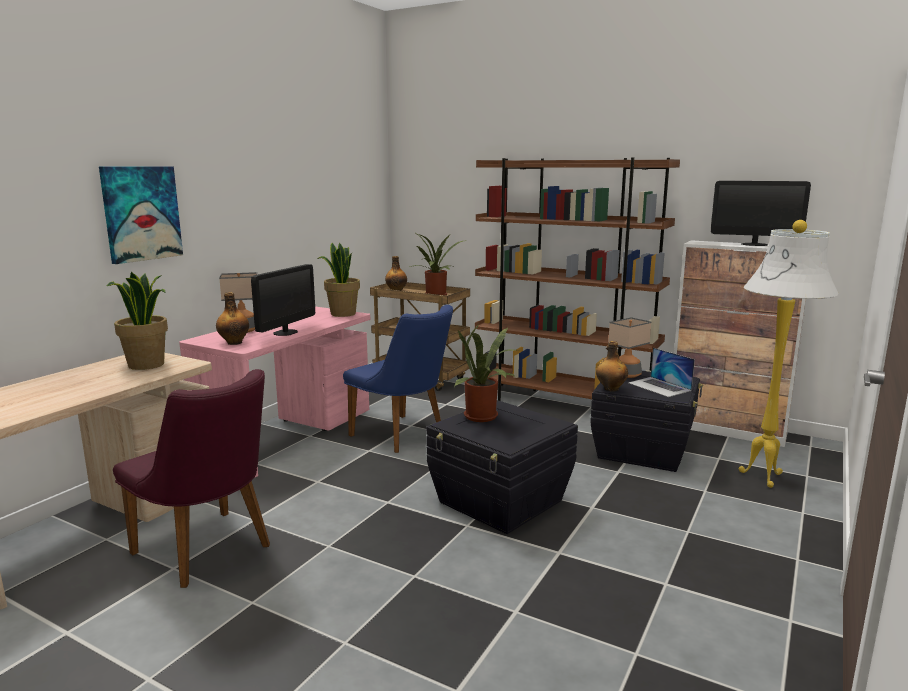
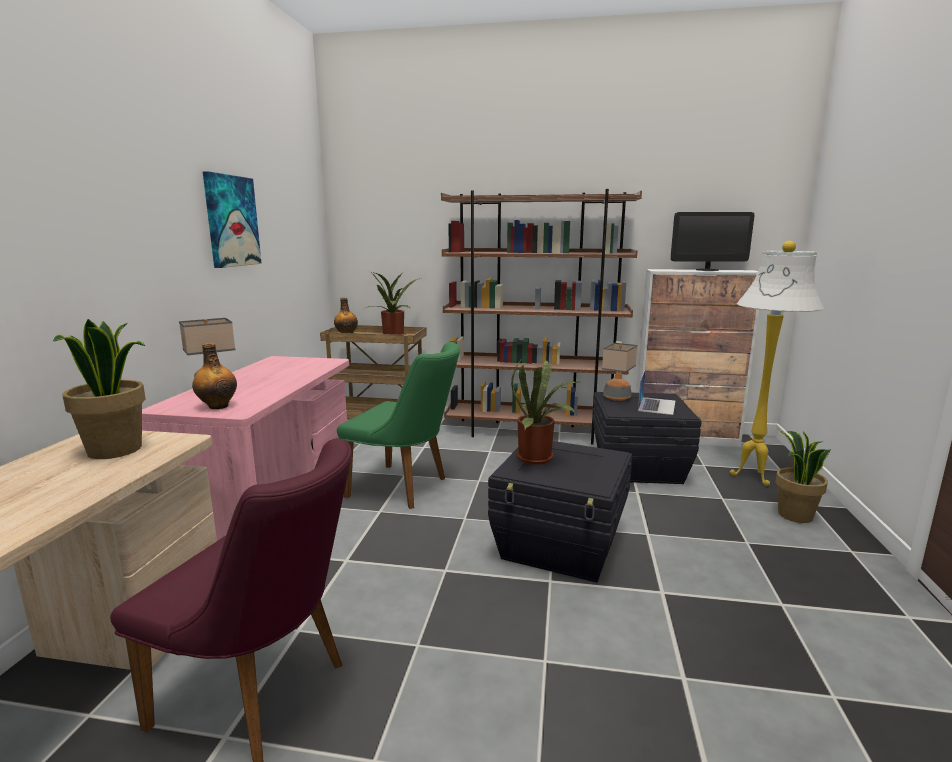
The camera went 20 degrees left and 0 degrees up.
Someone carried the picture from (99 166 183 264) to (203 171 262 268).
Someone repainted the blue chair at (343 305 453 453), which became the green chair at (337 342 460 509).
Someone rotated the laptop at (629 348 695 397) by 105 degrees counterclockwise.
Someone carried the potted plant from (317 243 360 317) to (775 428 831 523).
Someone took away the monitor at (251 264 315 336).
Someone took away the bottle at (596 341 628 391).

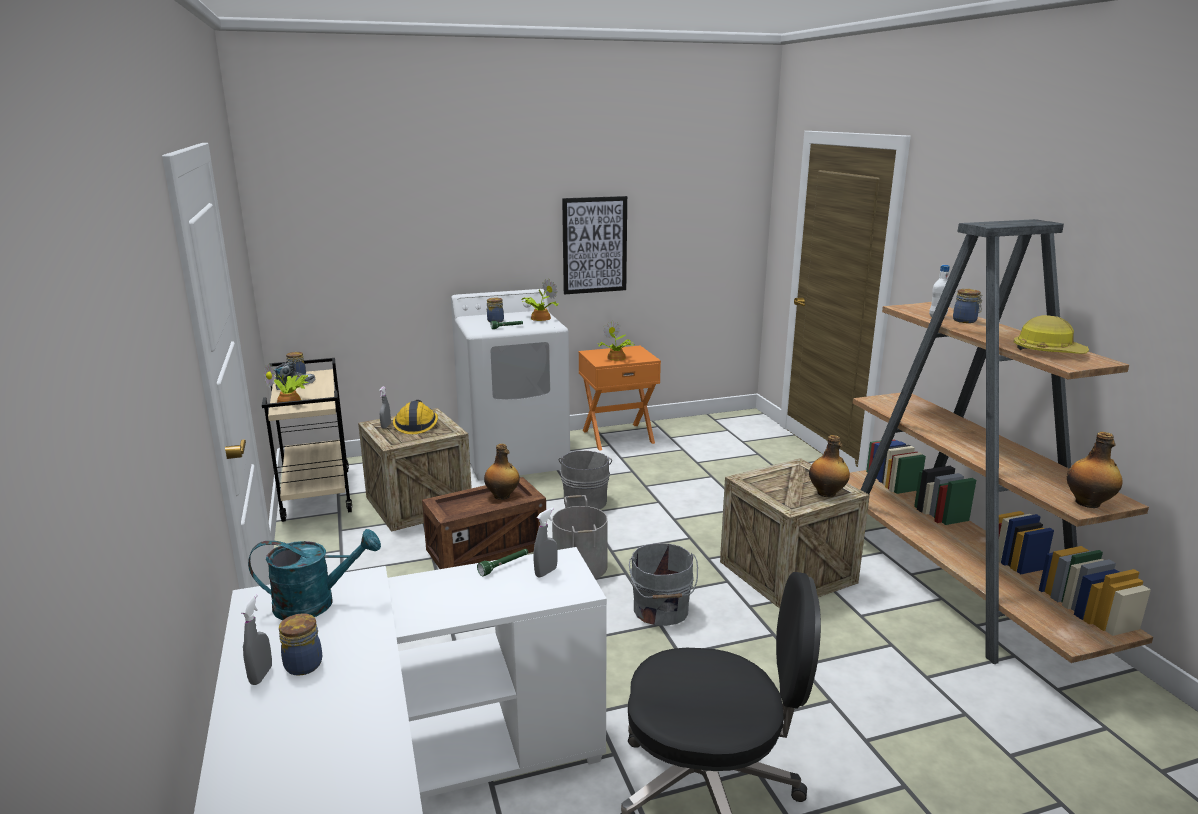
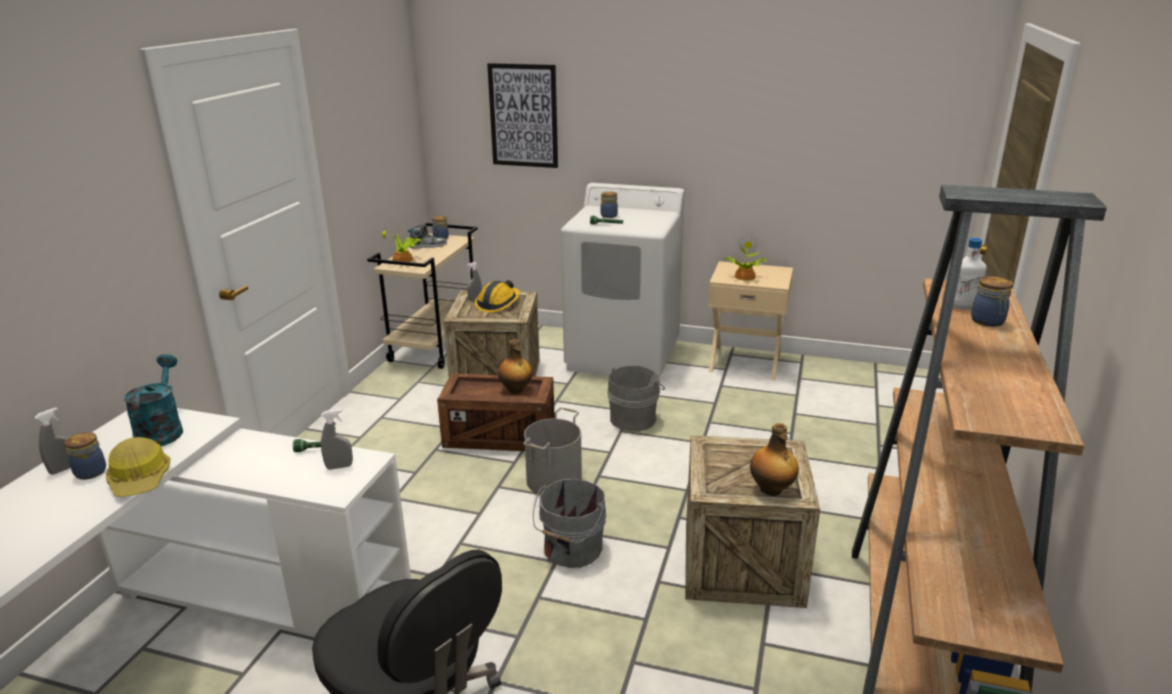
The camera went 35 degrees right and 5 degrees up.
Someone carried the hard hat from (1014 315 1089 354) to (106 437 170 497).
Someone rotated the turquoise watering can at (248 529 381 620) by 120 degrees counterclockwise.
Someone carried the picture from (562 196 627 295) to (487 63 558 168).
Someone repainted the orange nightstand at (579 345 661 451), which became the beige nightstand at (708 261 793 380).
Someone took away the potted plant at (522 279 558 321).
Someone took away the bottle at (1067 432 1123 508).

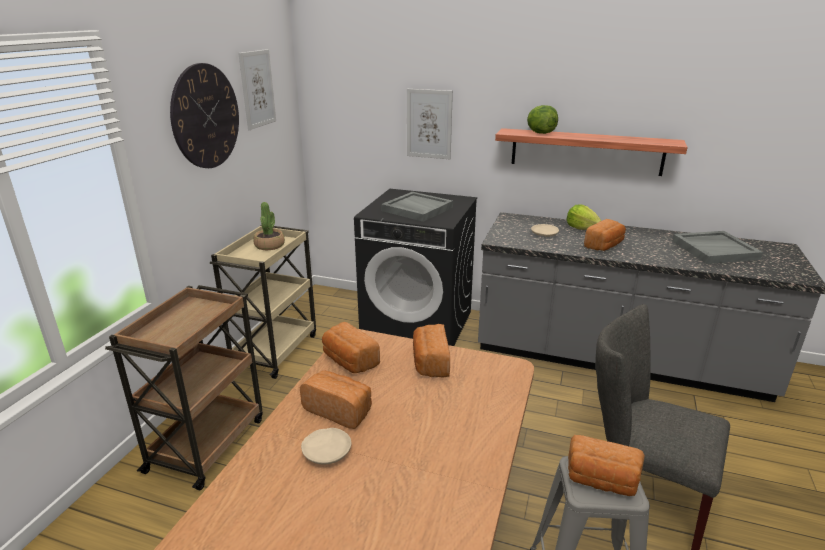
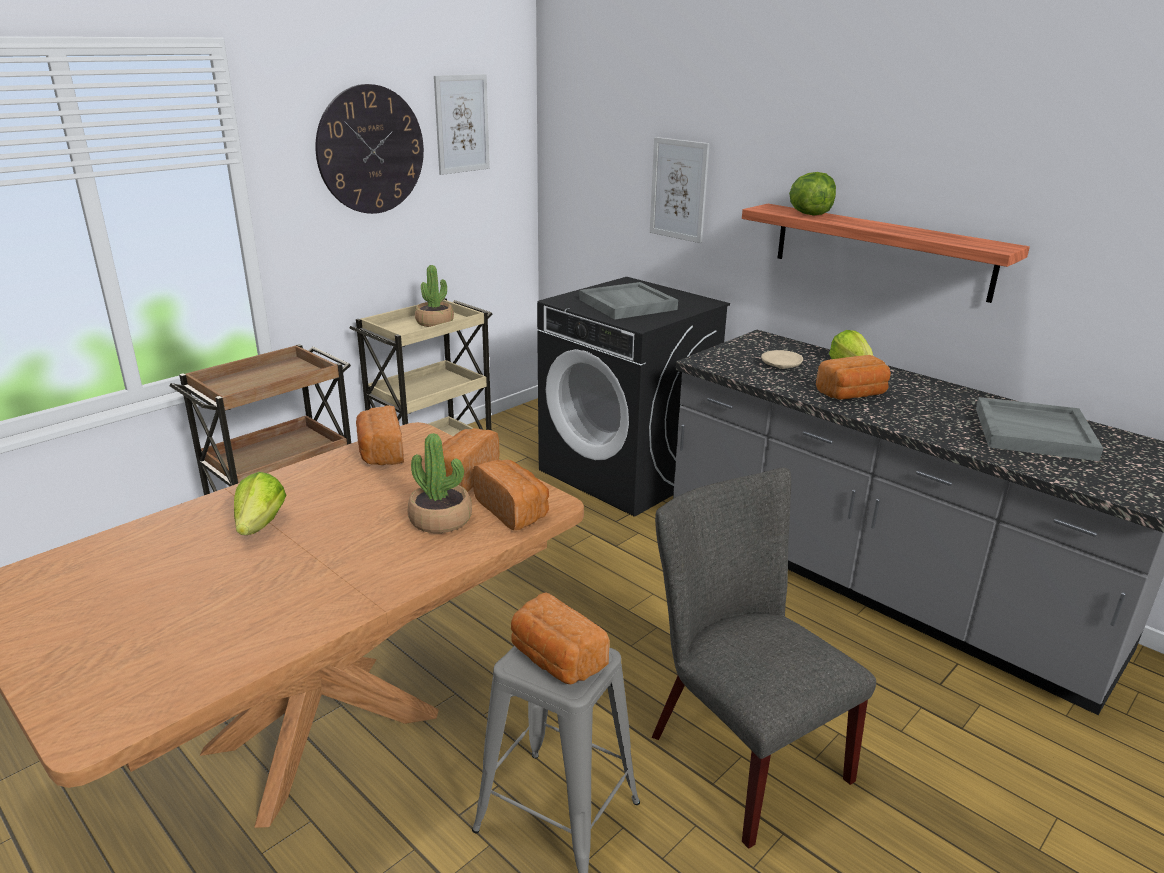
The camera went 25 degrees right and 0 degrees up.
Someone swapped the beige plate at (301 428 352 465) for the lettuce at (234 472 286 535).
Someone put down the potted plant at (408 433 472 533).
Someone carried the bread from (300 371 372 429) to (473 460 549 530).

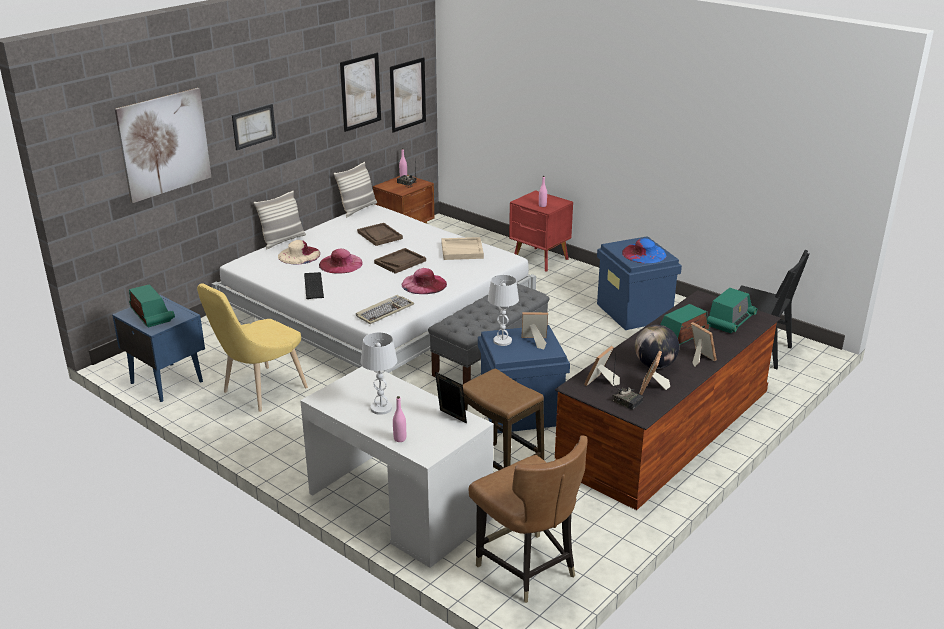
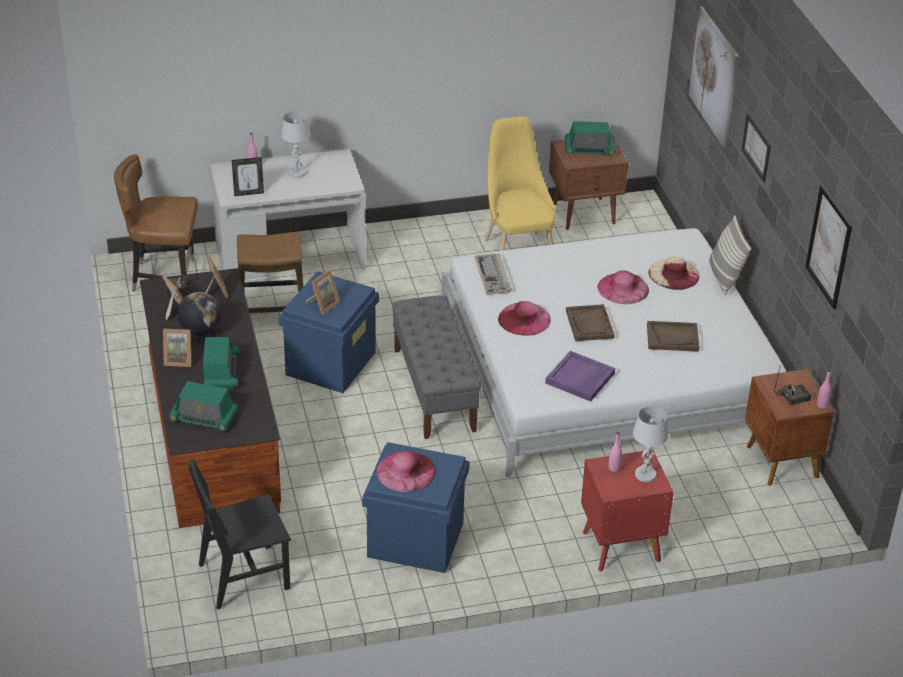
The camera went 125 degrees right and 10 degrees up.
Someone rotated the radio at (708 288 757 333) by 60 degrees counterclockwise.
Someone repainted the blue hat at (622 238 667 263), which became the pink hat at (377 451 436 492).
Someone repainted the beige tray at (441 237 484 260), which became the purple tray at (545 351 615 402).
Someone repainted the blue nightstand at (112 295 205 402), which became the brown nightstand at (549 134 629 230).
Someone carried the white table lamp from (488 275 519 346) to (633 406 669 482).
Someone took away the keyboard at (304 272 324 299).
Someone took away the pillow at (334 162 377 217).
Someone took away the picture at (390 57 426 133).

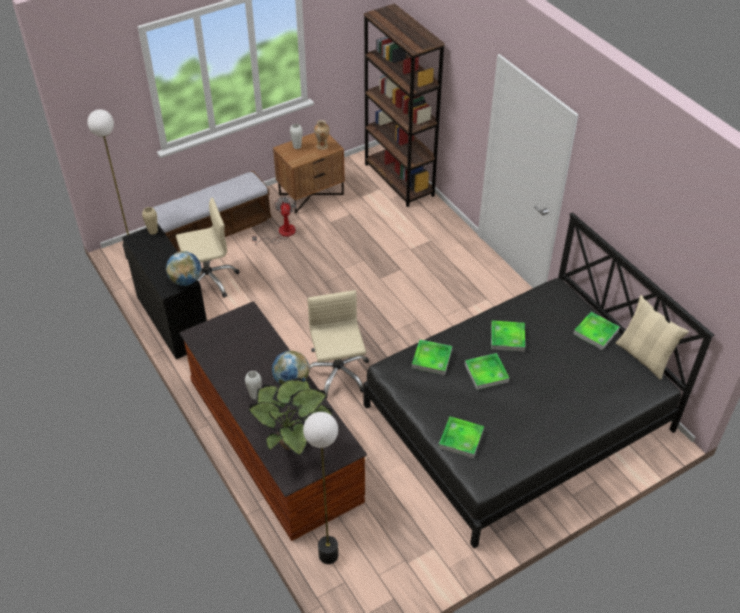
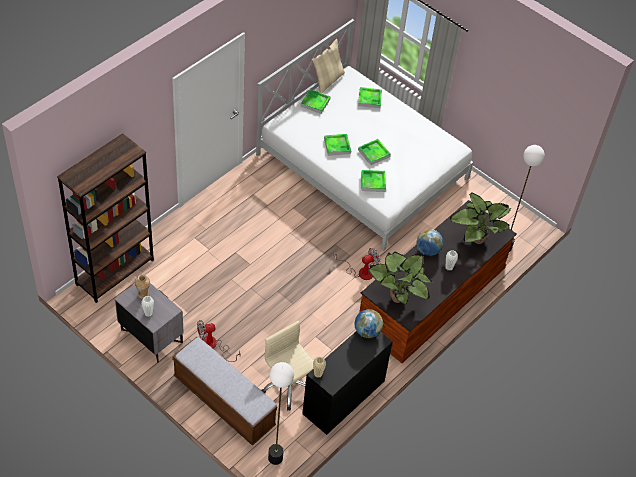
The camera went 110 degrees left and 5 degrees up.
Someone repainted the brown nightstand at (273 133 345 214), which became the grey nightstand at (115 283 184 363).
Someone repainted the black bed at (363 212 715 548), which became the white bed at (256 19 473 251).
Someone swapped the beige office chair at (307 290 369 399) for the fan at (333 248 380 280).
Someone carried the tray from (439 416 484 458) to (358 87 382 108).
Someone put down the potted plant at (368 252 432 304).

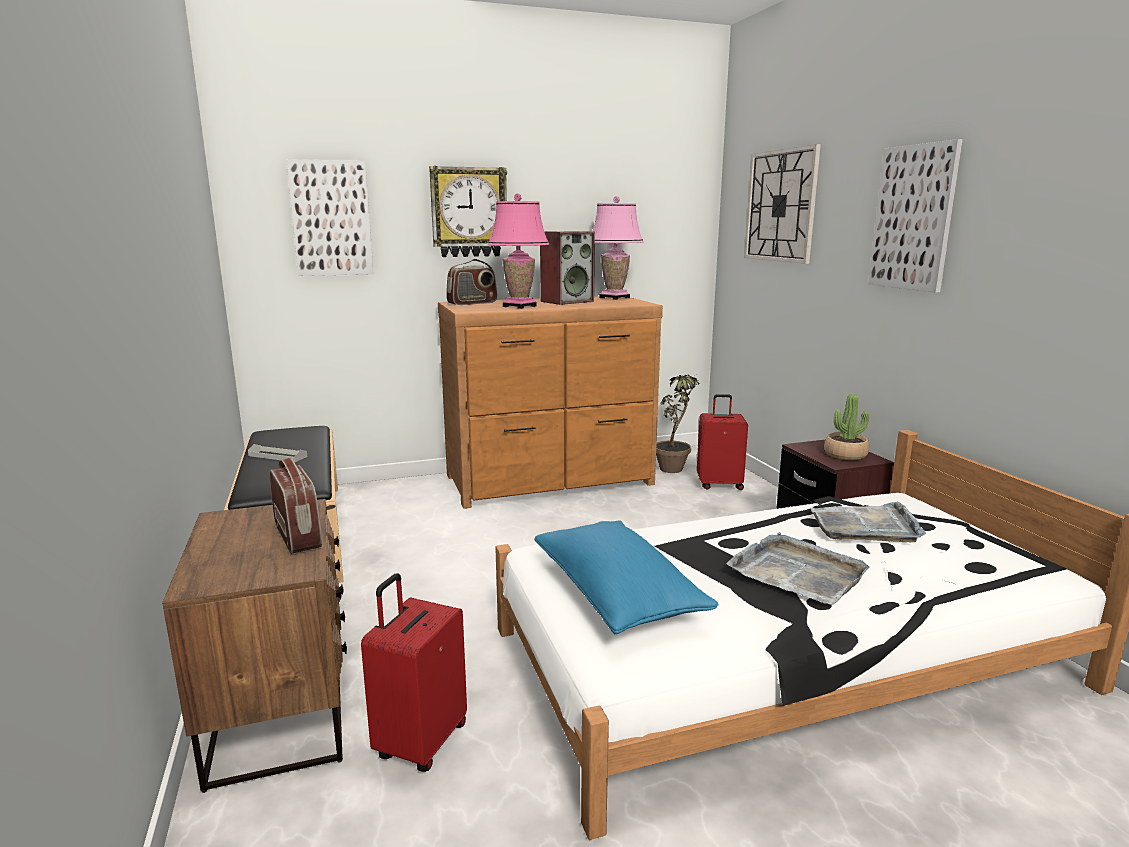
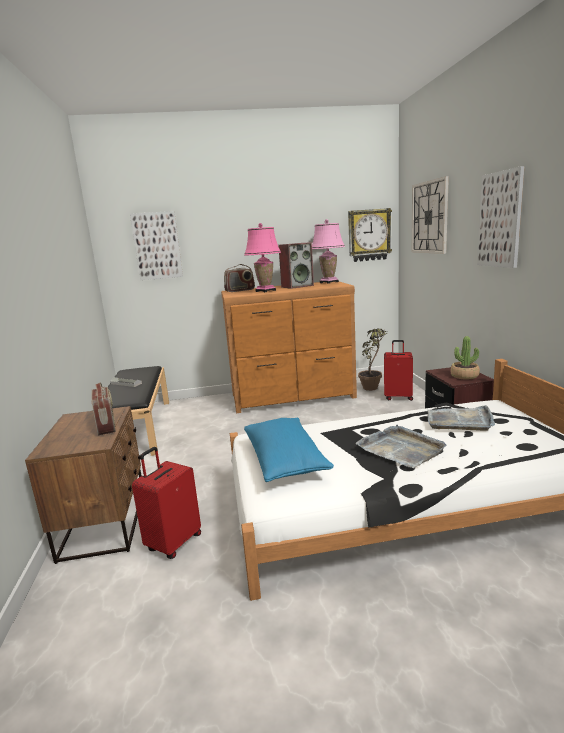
The camera went 10 degrees right and 0 degrees up.
Someone carried the wall clock from (429 166 507 257) to (348 208 392 262).

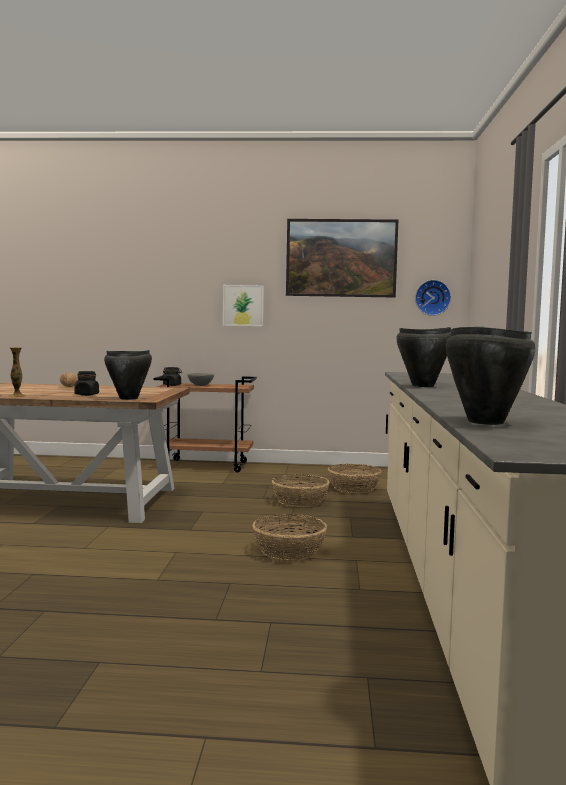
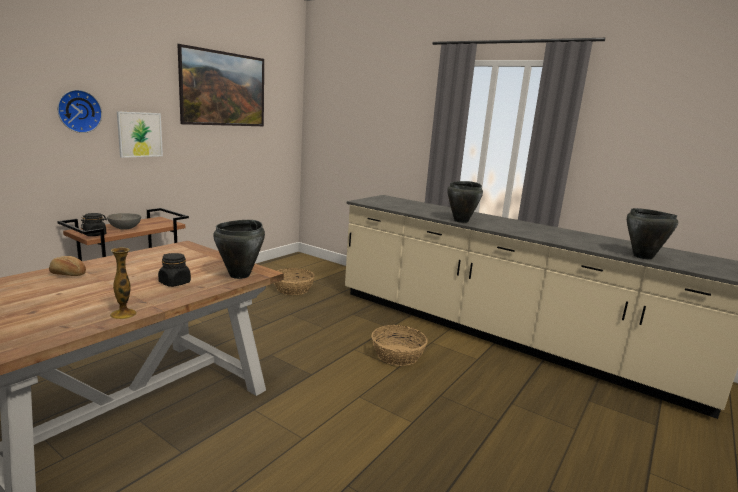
The camera went 60 degrees left and 10 degrees up.
Someone carried the wall clock from (415 280 451 316) to (57 90 102 133).
Someone took away the basket at (272 474 330 507).

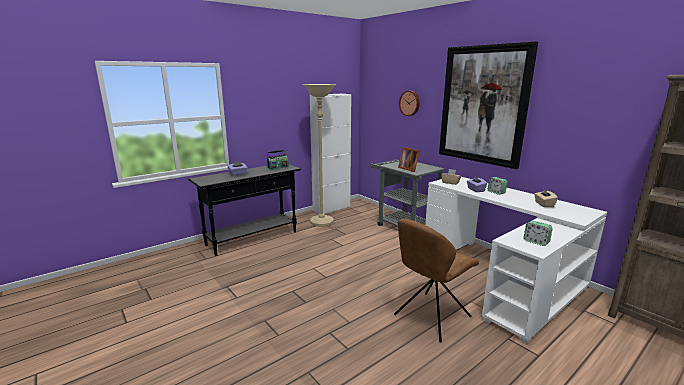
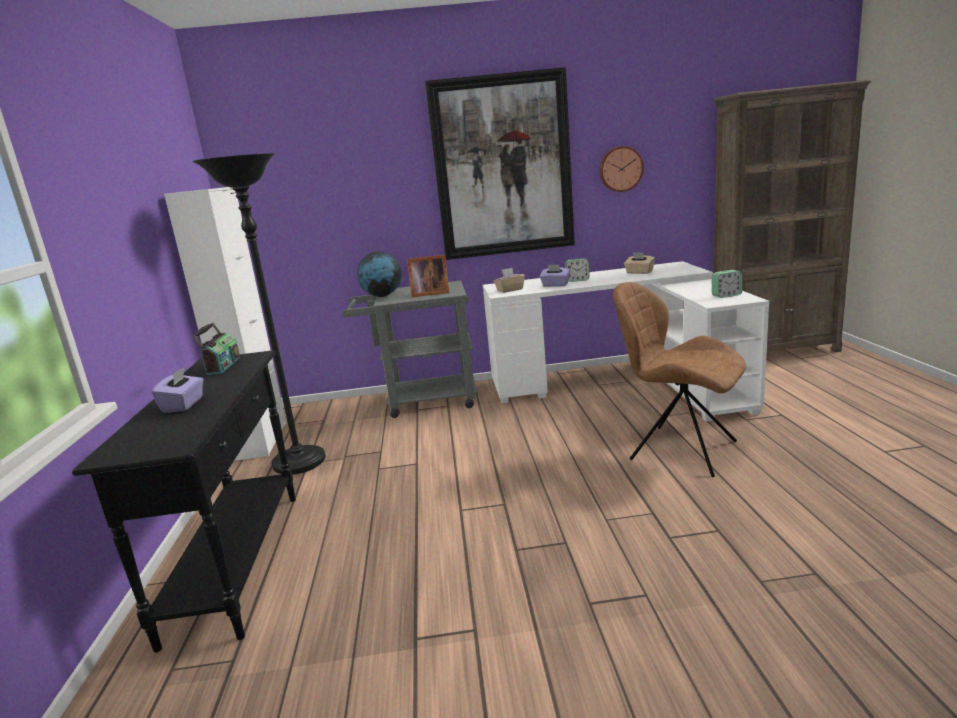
The camera went 55 degrees left and 0 degrees up.
Someone repainted the beige floor lamp at (302 84 336 227), which became the black floor lamp at (192 153 326 475).
Someone put down the globe at (357 251 402 297).
Someone carried the wall clock from (399 91 420 116) to (599 146 644 192).
Someone rotated the brown chair at (394 218 479 342) by 135 degrees clockwise.

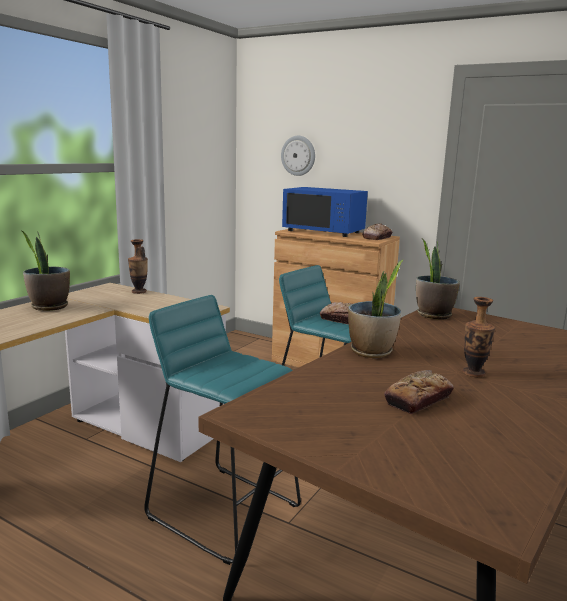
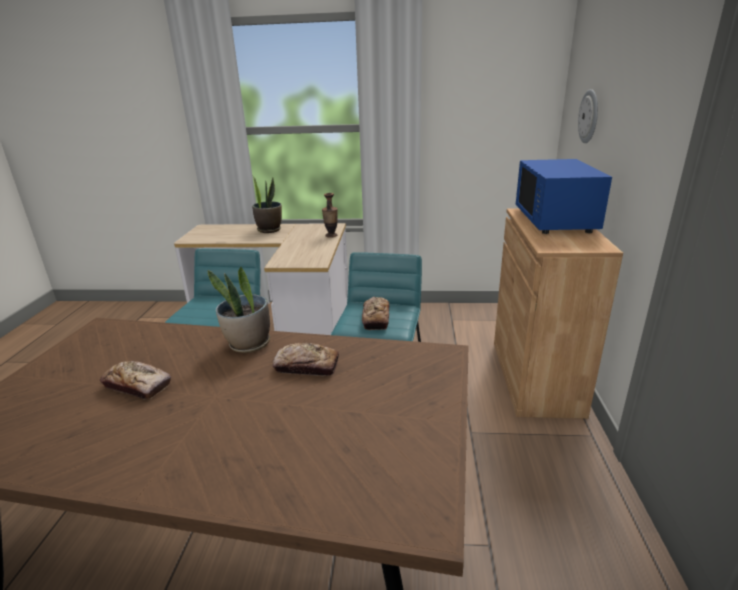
The camera went 65 degrees right and 10 degrees up.
Someone carried the bread from (362 223 393 240) to (273 343 339 376).
Someone took away the potted plant at (416 239 460 320).
Someone took away the vase at (463 297 495 377).

